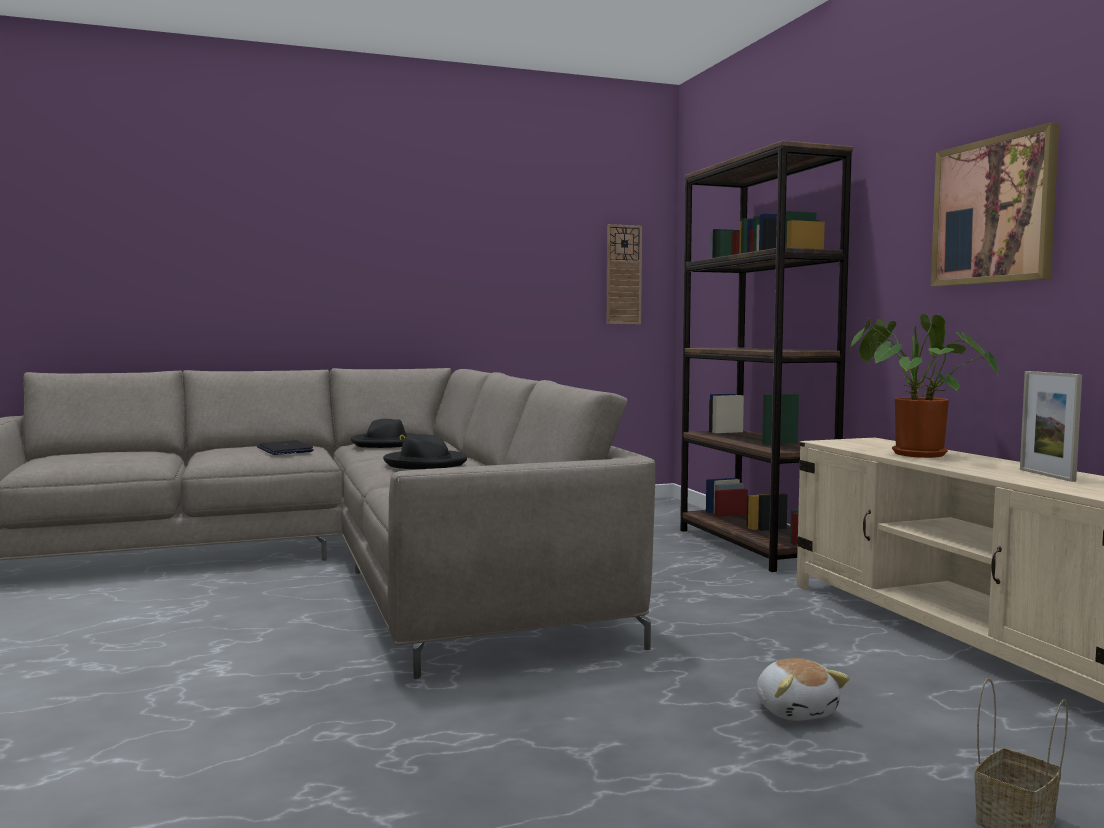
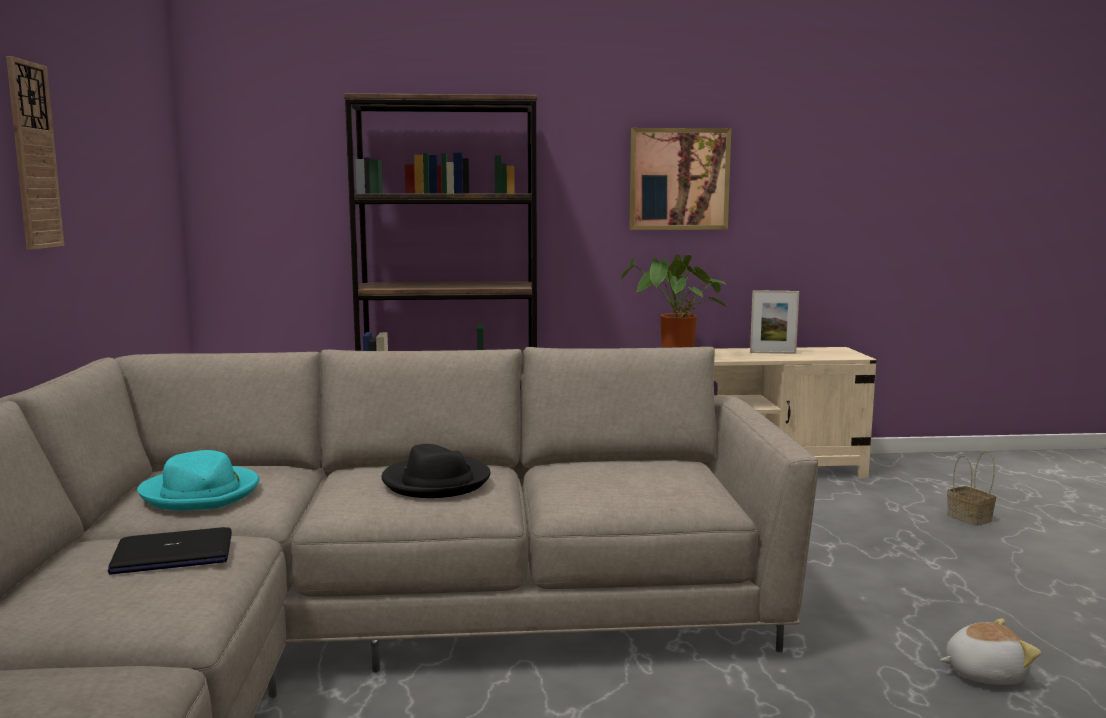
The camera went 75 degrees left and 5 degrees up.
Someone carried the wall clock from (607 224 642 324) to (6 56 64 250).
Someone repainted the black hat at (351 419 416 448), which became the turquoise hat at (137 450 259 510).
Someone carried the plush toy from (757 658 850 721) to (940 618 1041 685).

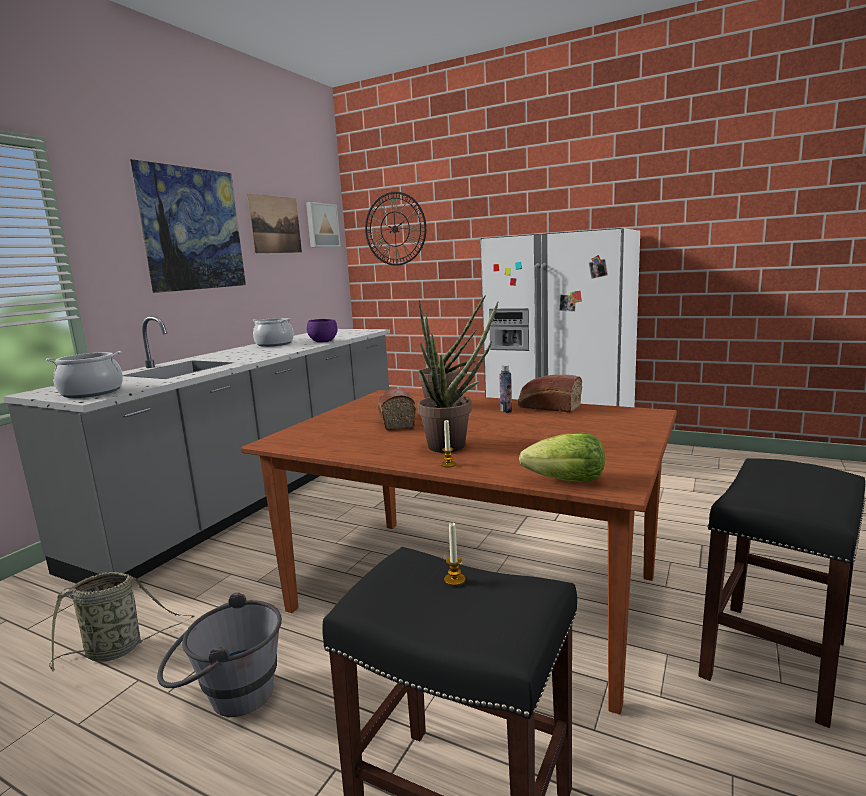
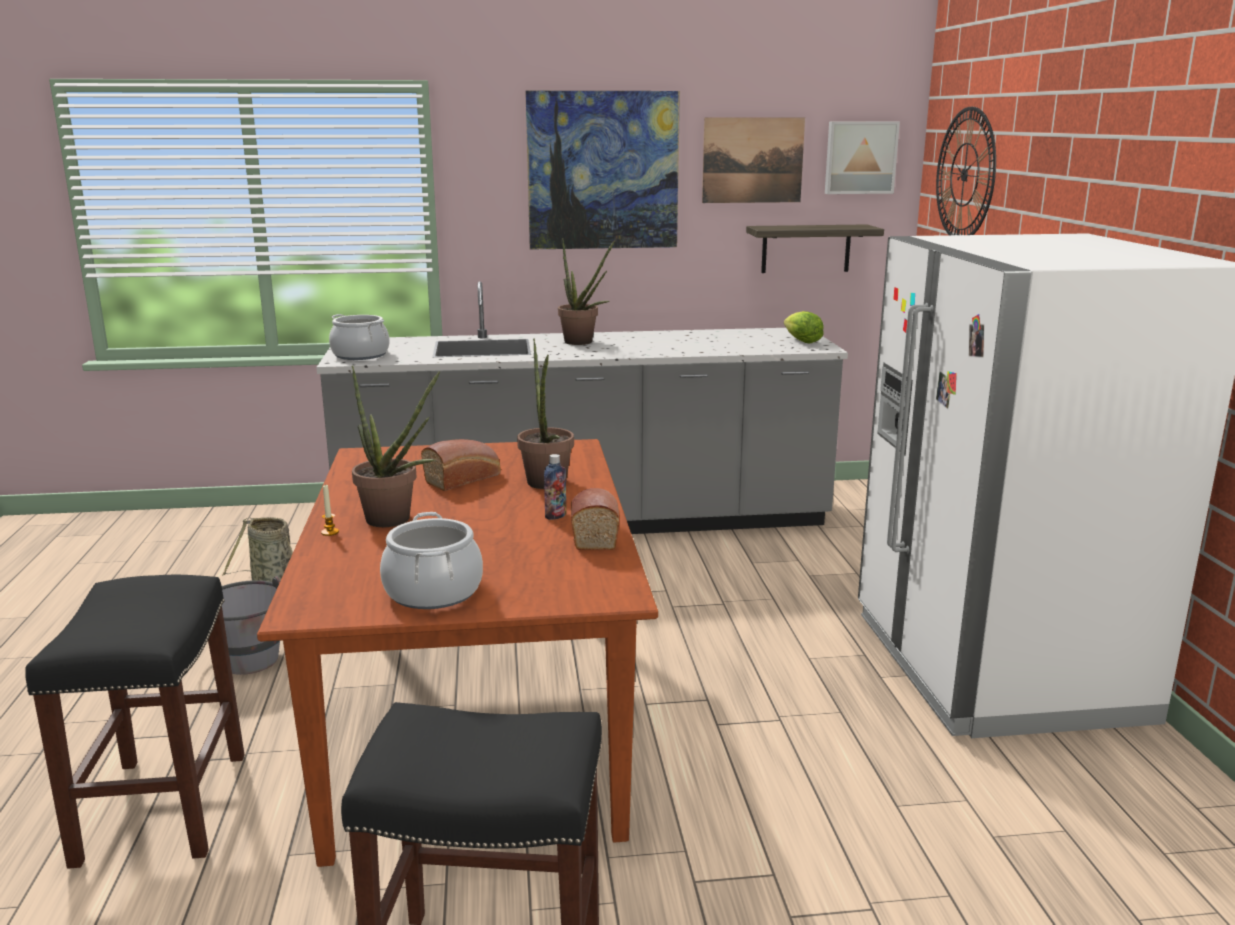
The camera went 55 degrees right and 5 degrees up.
Someone carried the cooking pot from (252 318 294 347) to (380 512 483 609).
Someone put down the potted plant at (558 238 615 345).
Someone put up the shelf at (746 224 884 273).
Someone carried the lettuce from (519 432 605 482) to (784 311 824 343).
Someone took away the purple bowl at (307 319 337 343).
Someone took away the candle at (444 522 466 586).

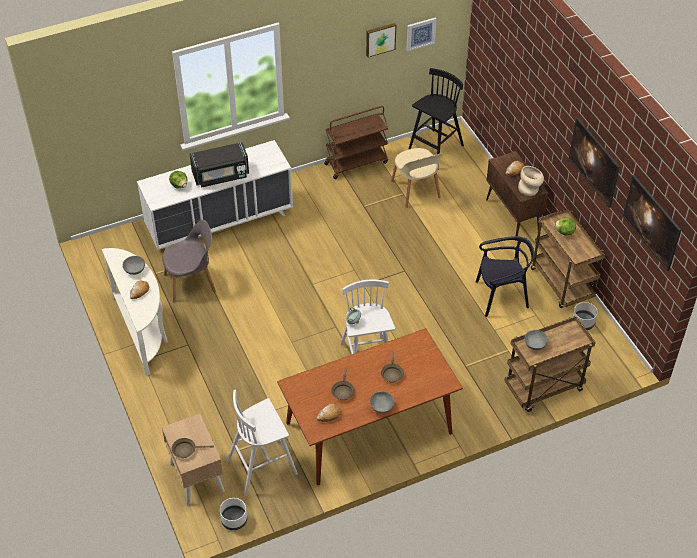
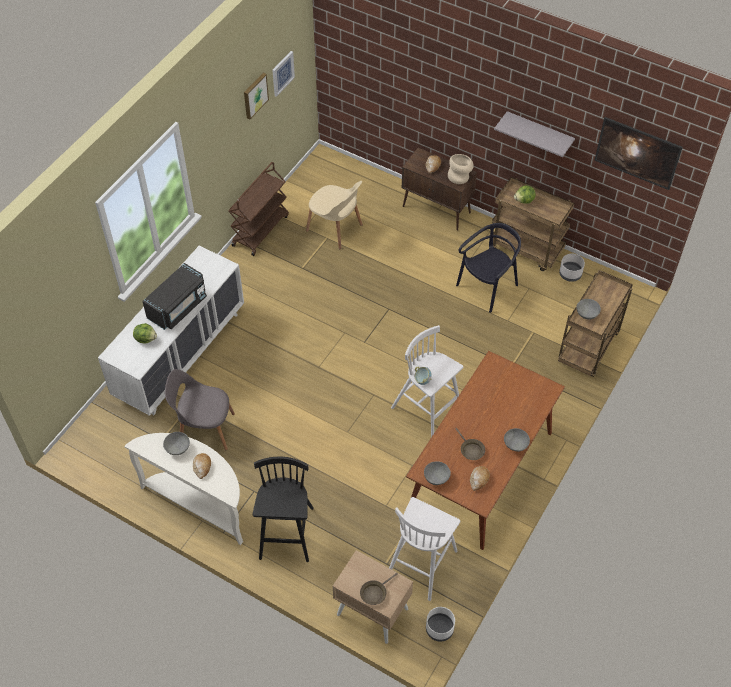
The camera went 35 degrees left and 5 degrees up.
Someone rotated the grey chair at (162 220 216 302) by 120 degrees counterclockwise.
Someone carried the black stool from (408 68 464 169) to (252 457 314 562).
Someone put down the grey bowl at (424 461 451 485).
Someone swapped the picture at (569 118 620 208) for the grey shelf at (494 111 575 157).
Someone took away the brown frying pan at (381 351 404 383).

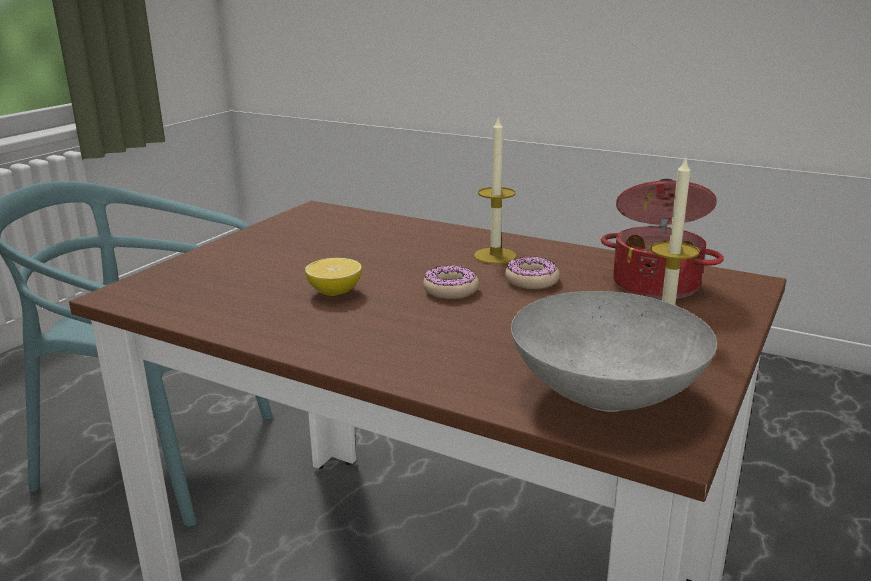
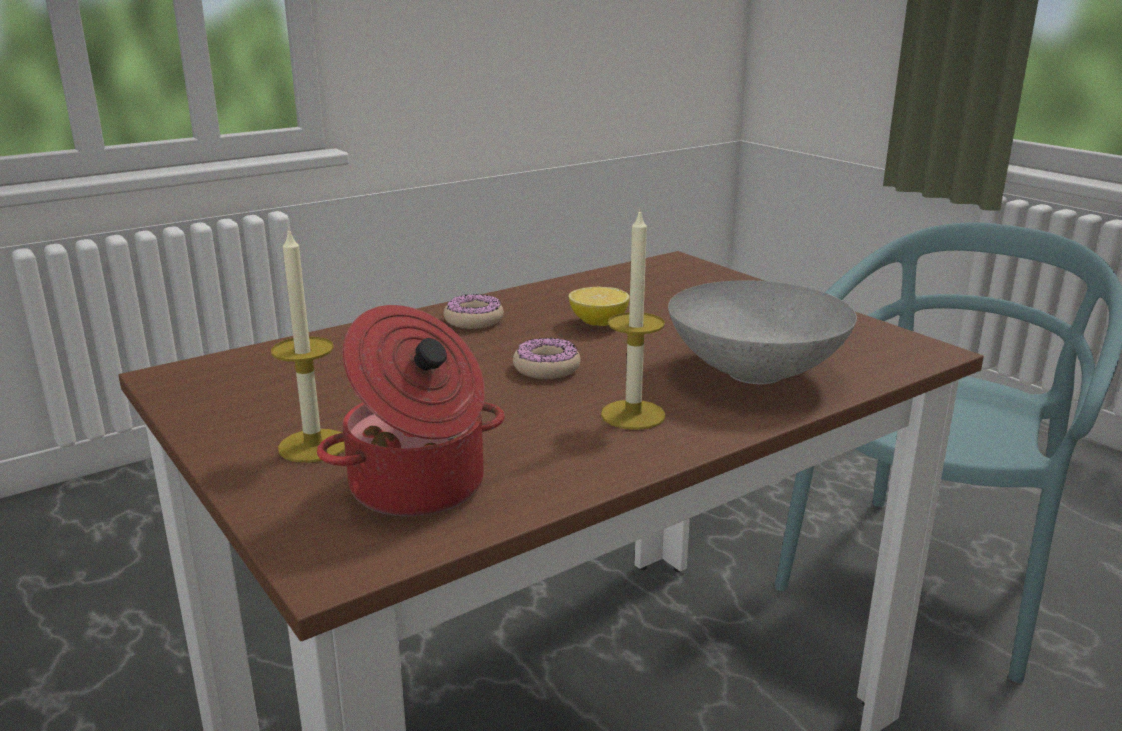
The camera went 115 degrees right and 0 degrees up.
Someone carried the donut from (505 257 560 289) to (444 294 504 329).
Someone carried the grey bowl from (511 291 717 412) to (668 280 857 384).

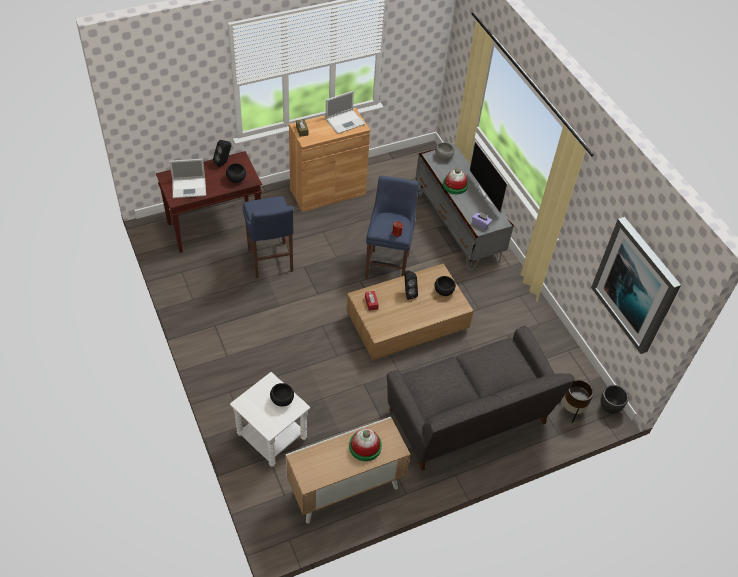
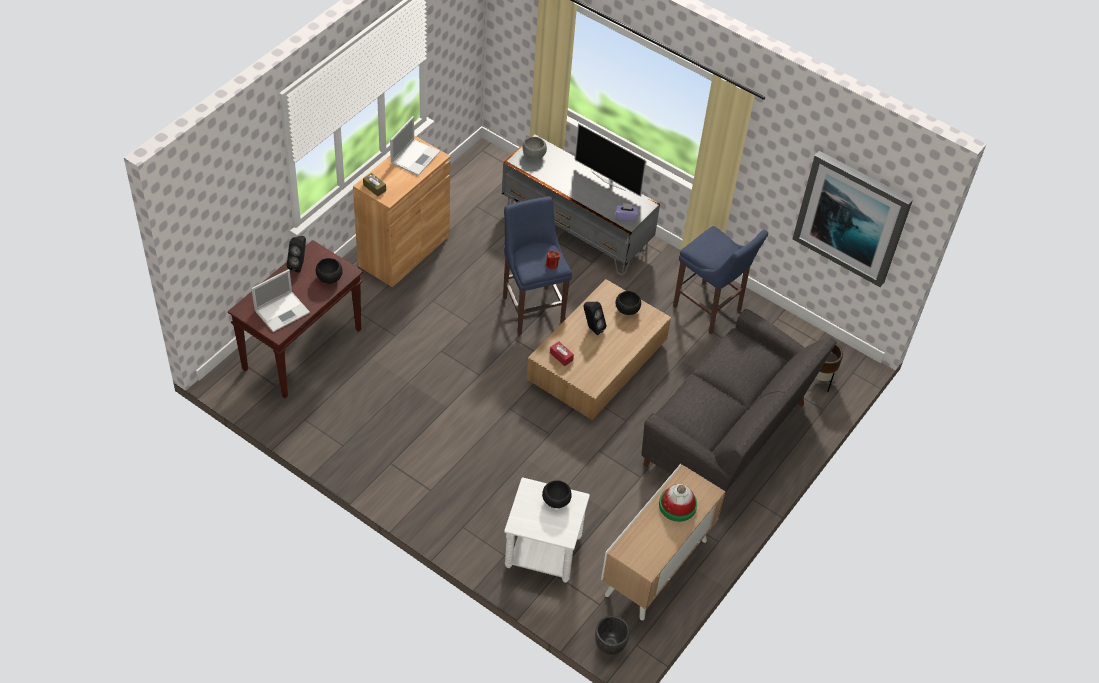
The camera went 30 degrees left and 0 degrees up.
Someone carried the black planter from (600 385 629 414) to (595 616 630 655).
Someone carried the blue stool from (243 196 294 278) to (673 226 768 334).
Someone took away the hat at (443 168 468 194).

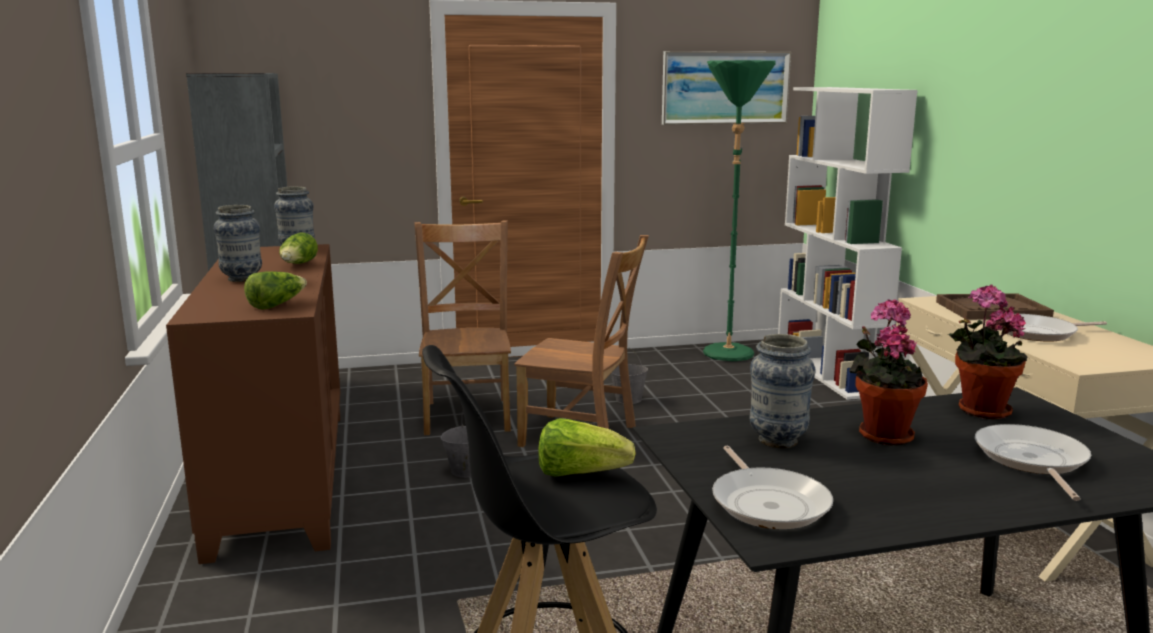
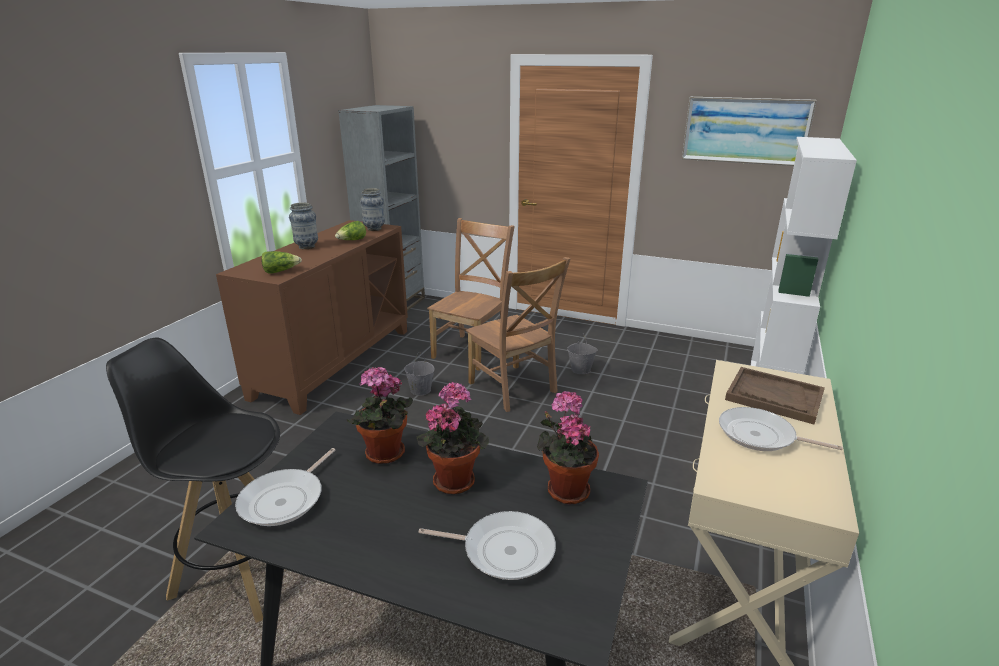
The camera went 35 degrees right and 10 degrees up.
Someone swapped the vase at (749 334 815 448) for the potted plant at (347 367 413 464).
Someone rotated the frying pan at (975 424 1091 501) by 60 degrees clockwise.
Someone took away the lettuce at (538 418 636 477).
Someone took away the green floor lamp at (703 60 776 361).

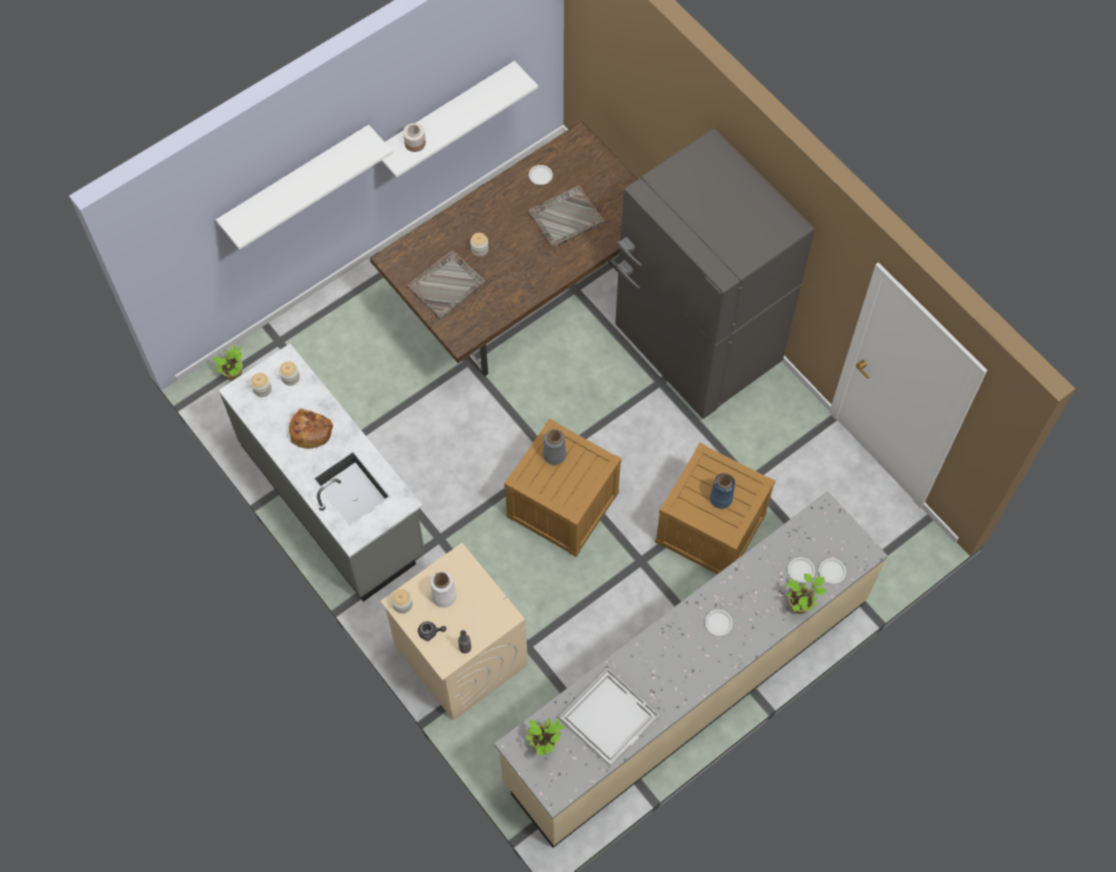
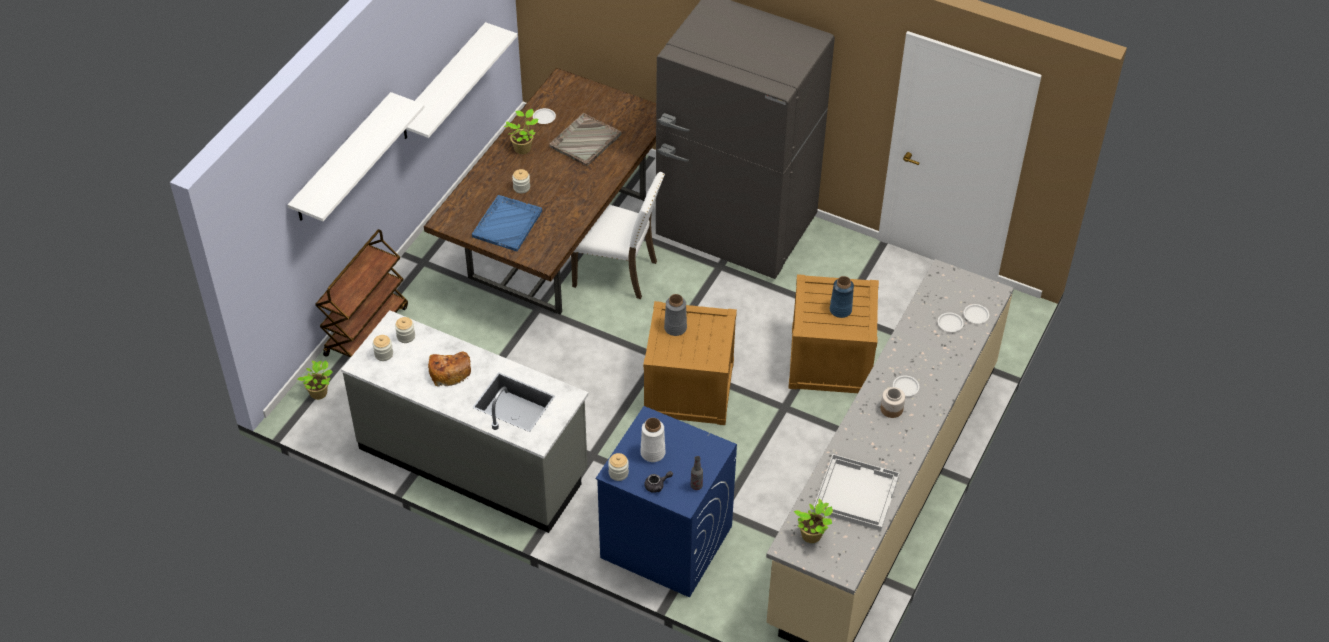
The camera went 25 degrees left and 15 degrees down.
Someone put down the brown cart at (315 229 408 357).
Someone repainted the grey tray at (407 250 485 320), which became the blue tray at (472 195 542 251).
Someone carried the potted plant from (785 573 827 614) to (504 109 538 154).
Someone put down the white chair at (571 172 665 299).
Someone repainted the beige washing machine at (380 543 528 721), which became the blue washing machine at (596 406 737 598).
Someone carried the jar from (403 123 426 152) to (880 387 905 418).

